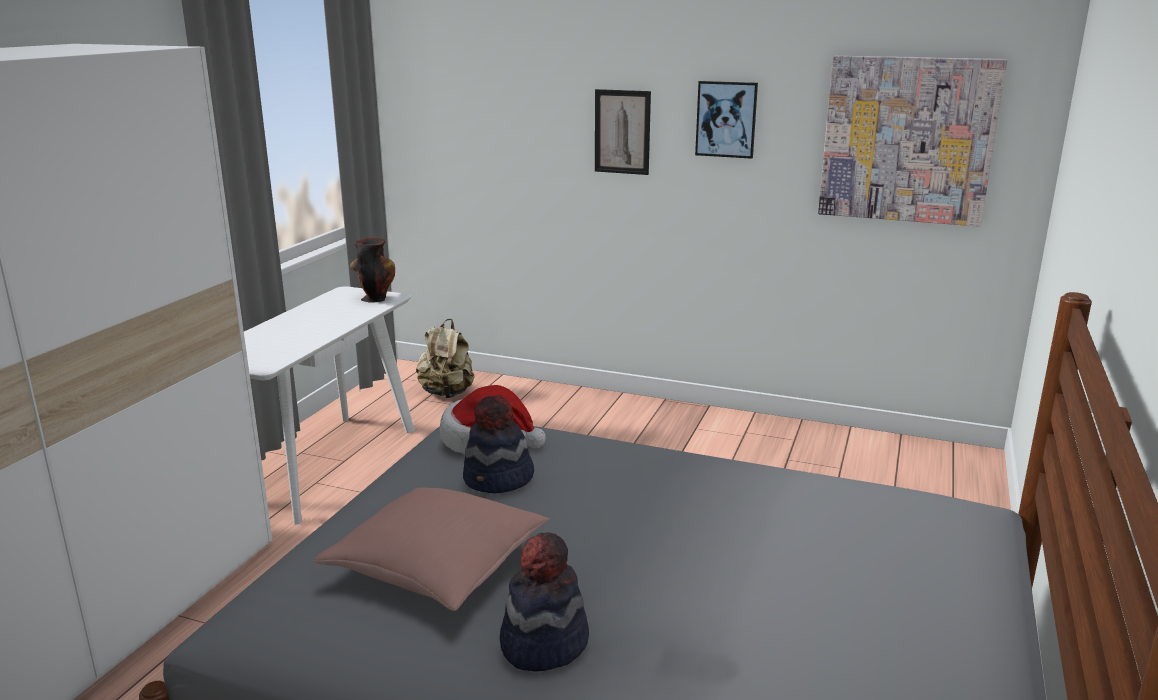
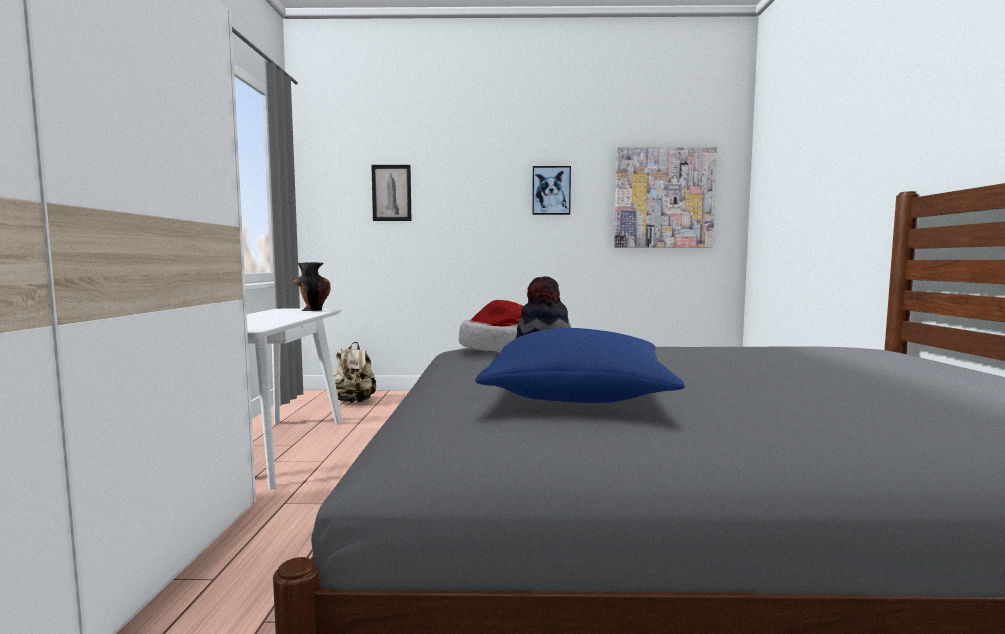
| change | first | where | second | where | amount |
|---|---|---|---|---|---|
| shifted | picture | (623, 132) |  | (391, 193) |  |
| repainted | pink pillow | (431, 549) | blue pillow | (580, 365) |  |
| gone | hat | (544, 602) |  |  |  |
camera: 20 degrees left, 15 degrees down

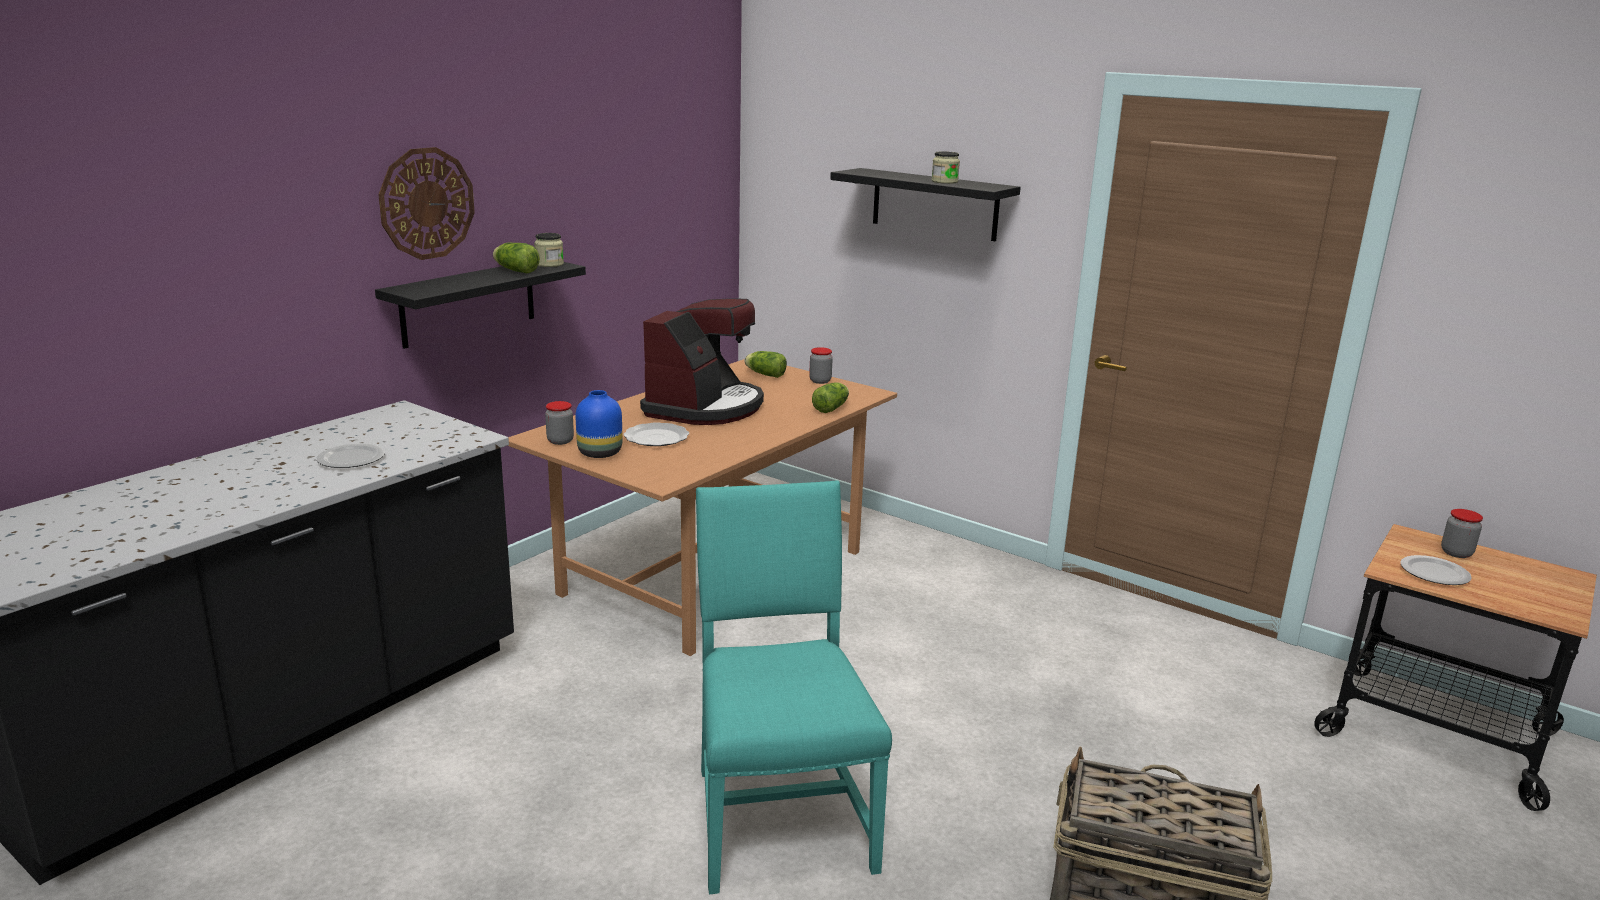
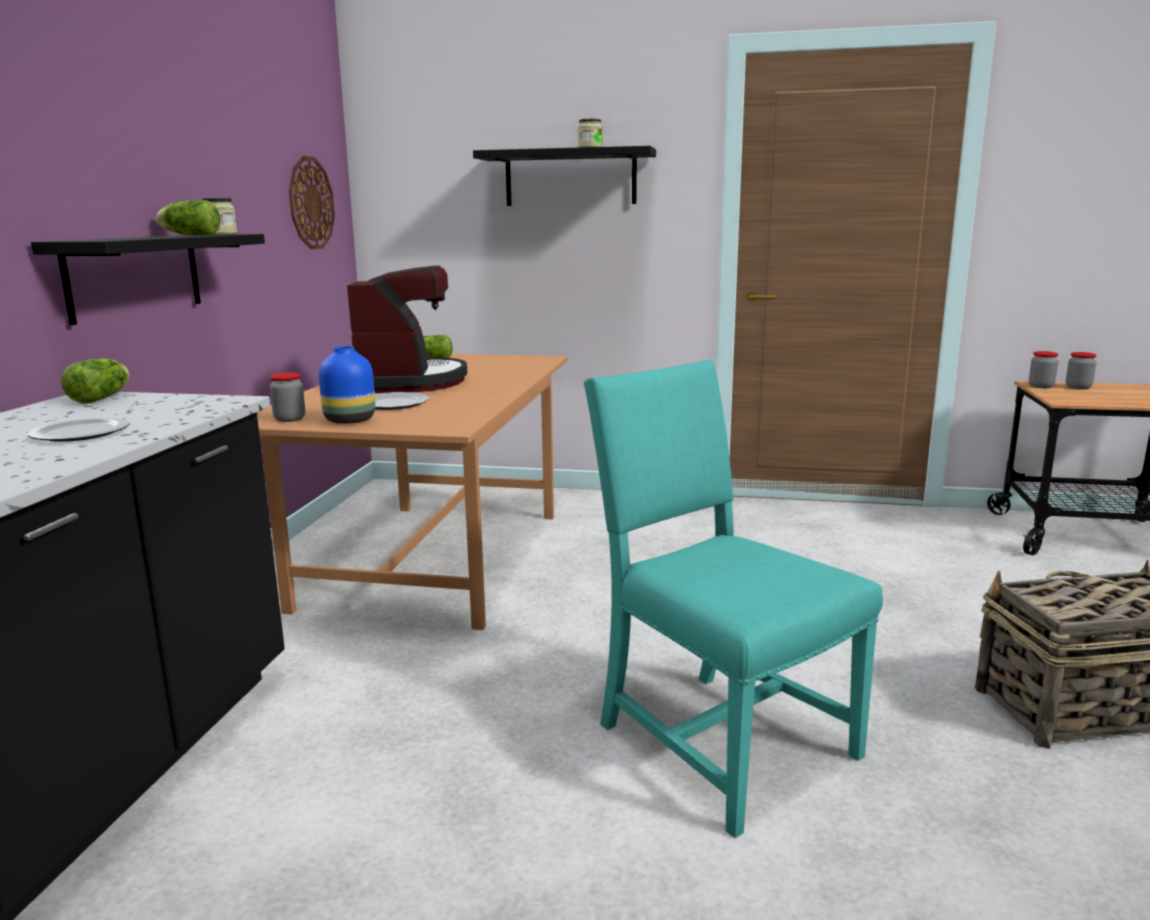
| change | first | where | second | where | amount |
|---|---|---|---|---|---|
| shifted | wall clock | (426, 203) |  | (312, 203) |  |
| shifted | jar | (821, 365) |  | (1044, 369) |  |
| shifted | lettuce | (830, 398) |  | (95, 381) |  |
| gone | plate | (1436, 570) |  |  |  |
camera: 25 degrees left, 5 degrees down

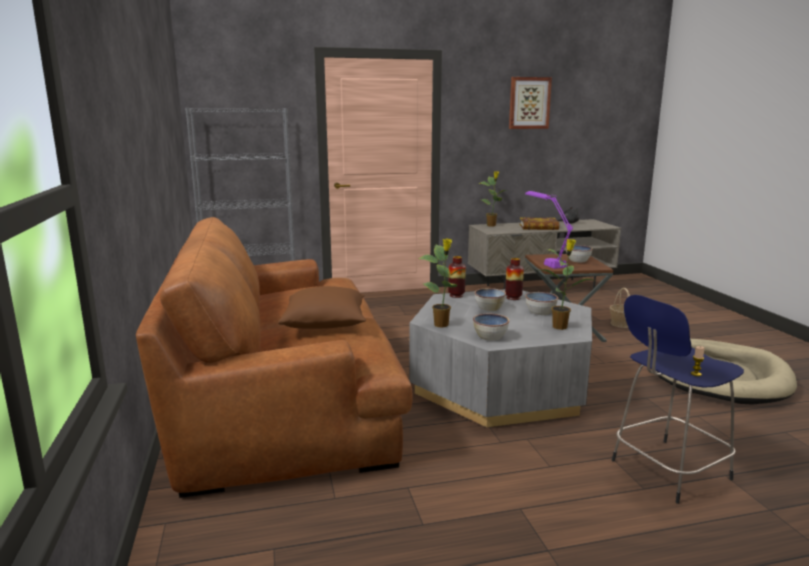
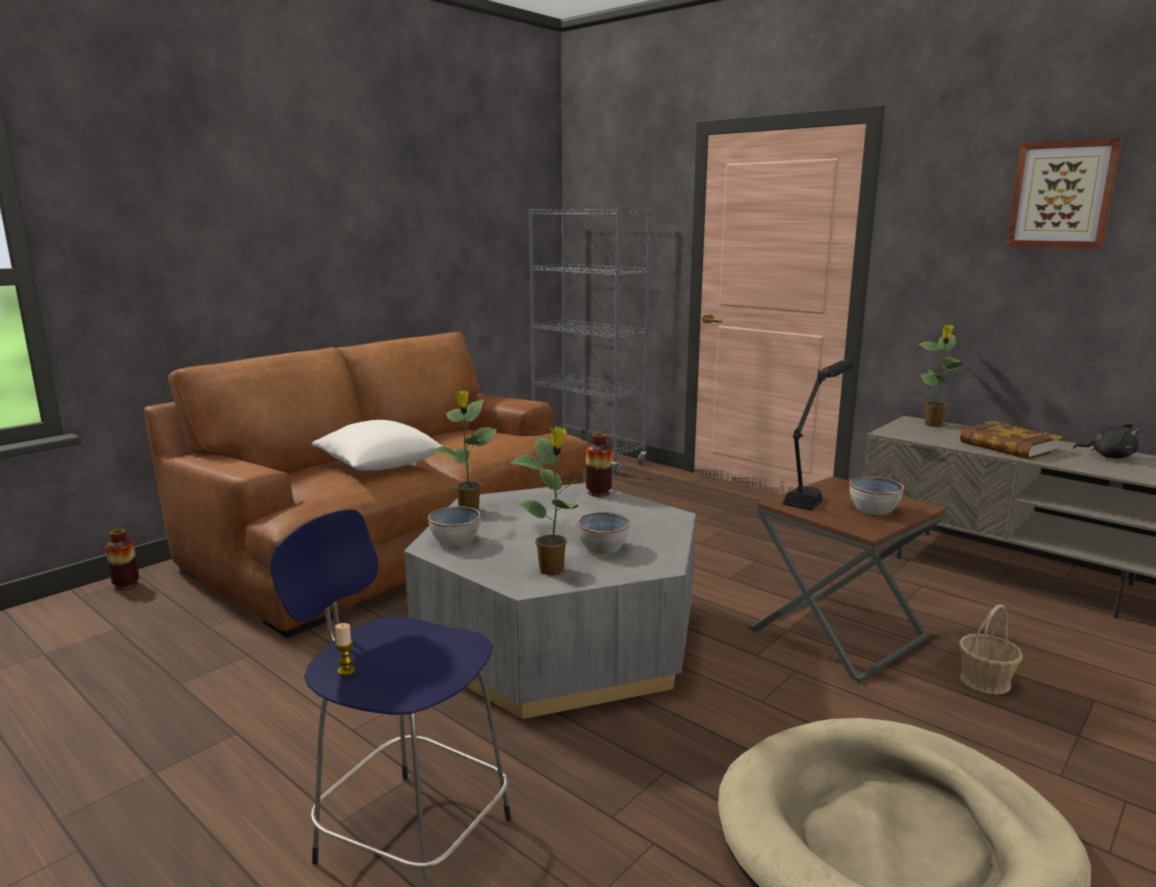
| change | first | where | second | where | amount |
|---|---|---|---|---|---|
| repainted | purple table lamp | (549, 230) | black table lamp | (818, 435) |  |
| shifted | vase | (514, 279) |  | (122, 559) |  |
| repainted | brown pillow | (322, 307) | white pillow | (376, 445) |  |
| gone | bowl | (490, 299) |  |  |  |
camera: 55 degrees right, 0 degrees up

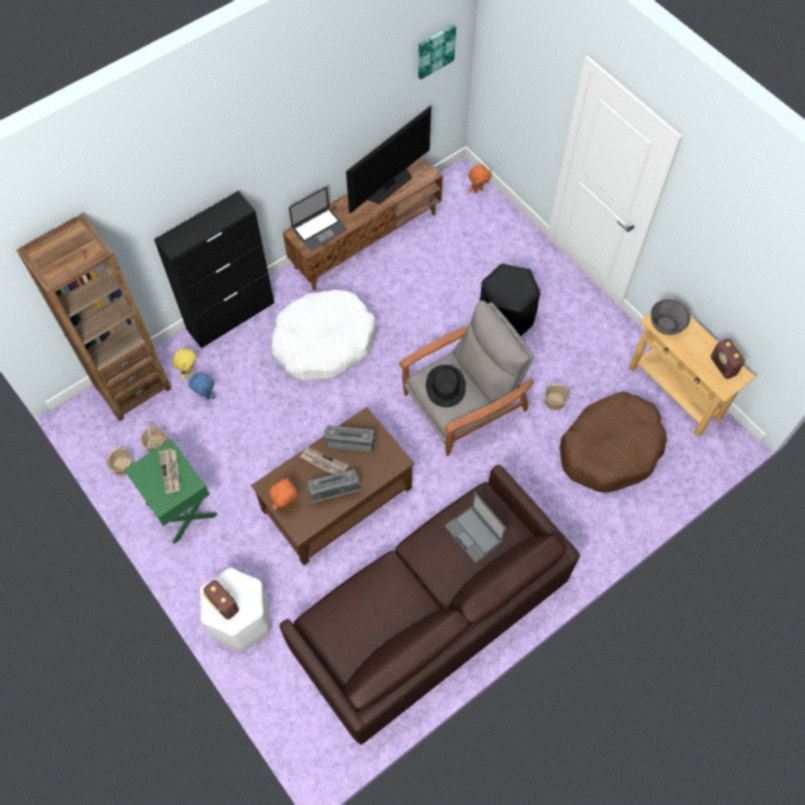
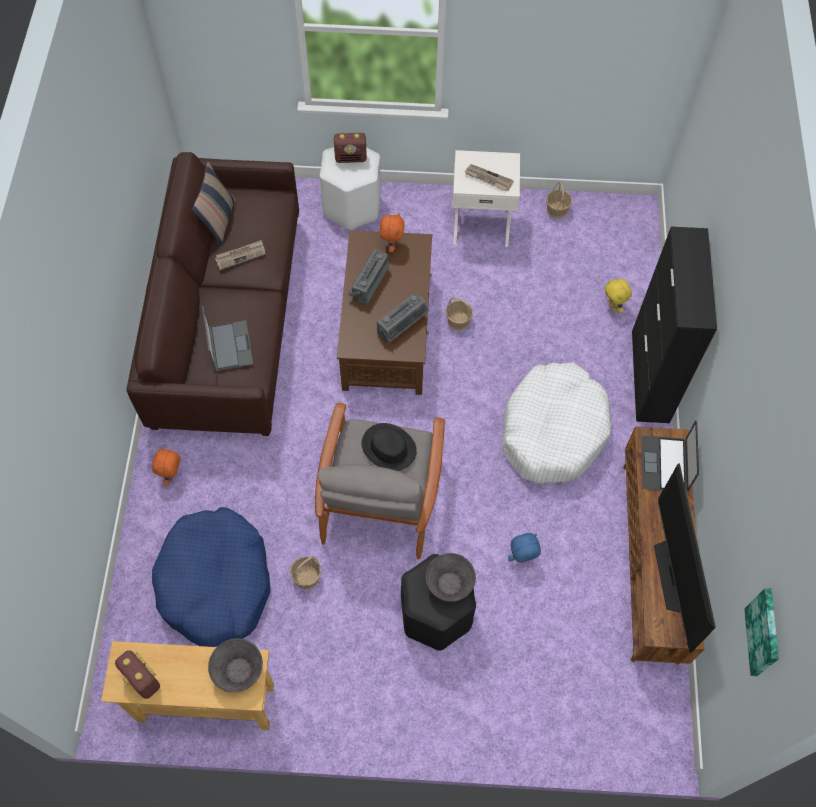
| change | first | where | second | where | amount |
|---|---|---|---|---|---|
| shifted | orange plush toy | (479, 179) |  | (166, 466) |  |
| gone | brown bookcase | (94, 317) |  |  |  |
| rotated | radio | (728, 358) |  | (137, 674) | 150 degrees counterclockwise |
| shifted | blue plush toy | (201, 386) |  | (524, 547) |  |
| repainted | brown dog bed | (613, 442) | blue dog bed | (211, 577) |  |
| shifted | basket | (154, 437) |  | (459, 314) |  |
| repainted | green nightstand | (171, 491) | white nightstand | (486, 198) |  |
| shifted | newspaper | (324, 460) |  | (240, 255) |  |
| rotated | laptop | (476, 527) |  | (227, 338) | 75 degrees clockwise |
| new |  |  | pillow | (214, 204) |  |
| new |  |  | grey bowl | (451, 577) |  |
camera: 130 degrees right, 0 degrees up

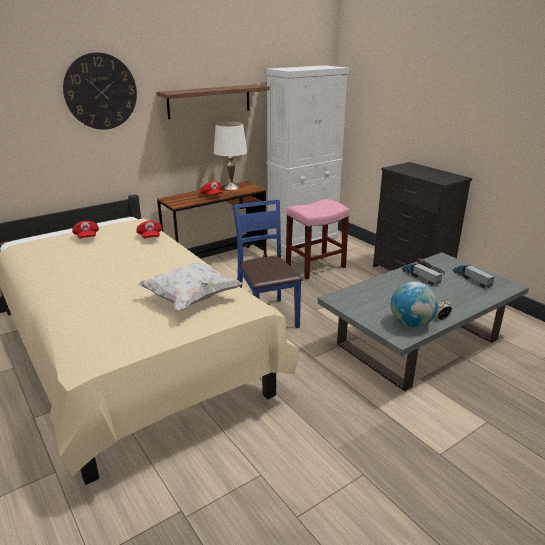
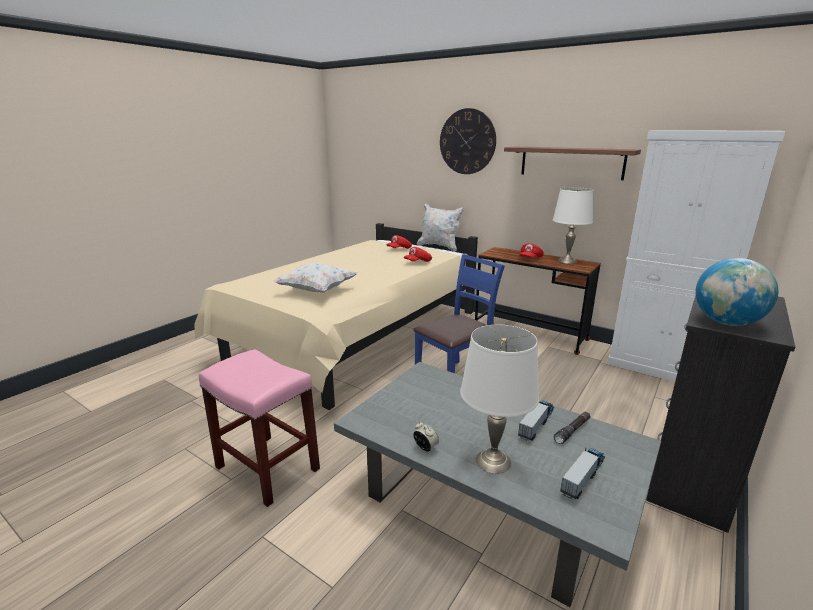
| change | first | where | second | where | amount |
|---|---|---|---|---|---|
| shifted | pink stool | (318, 239) |  | (259, 428) |  |
| shifted | globe | (414, 304) |  | (736, 292) |  |
| new |  |  | white pillow | (440, 228) |  |
| new |  |  | white table lamp | (499, 399) |  |
camera: 70 degrees right, 5 degrees down

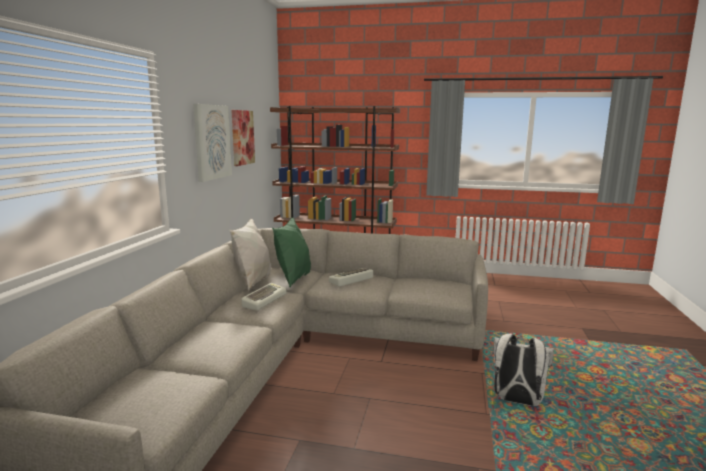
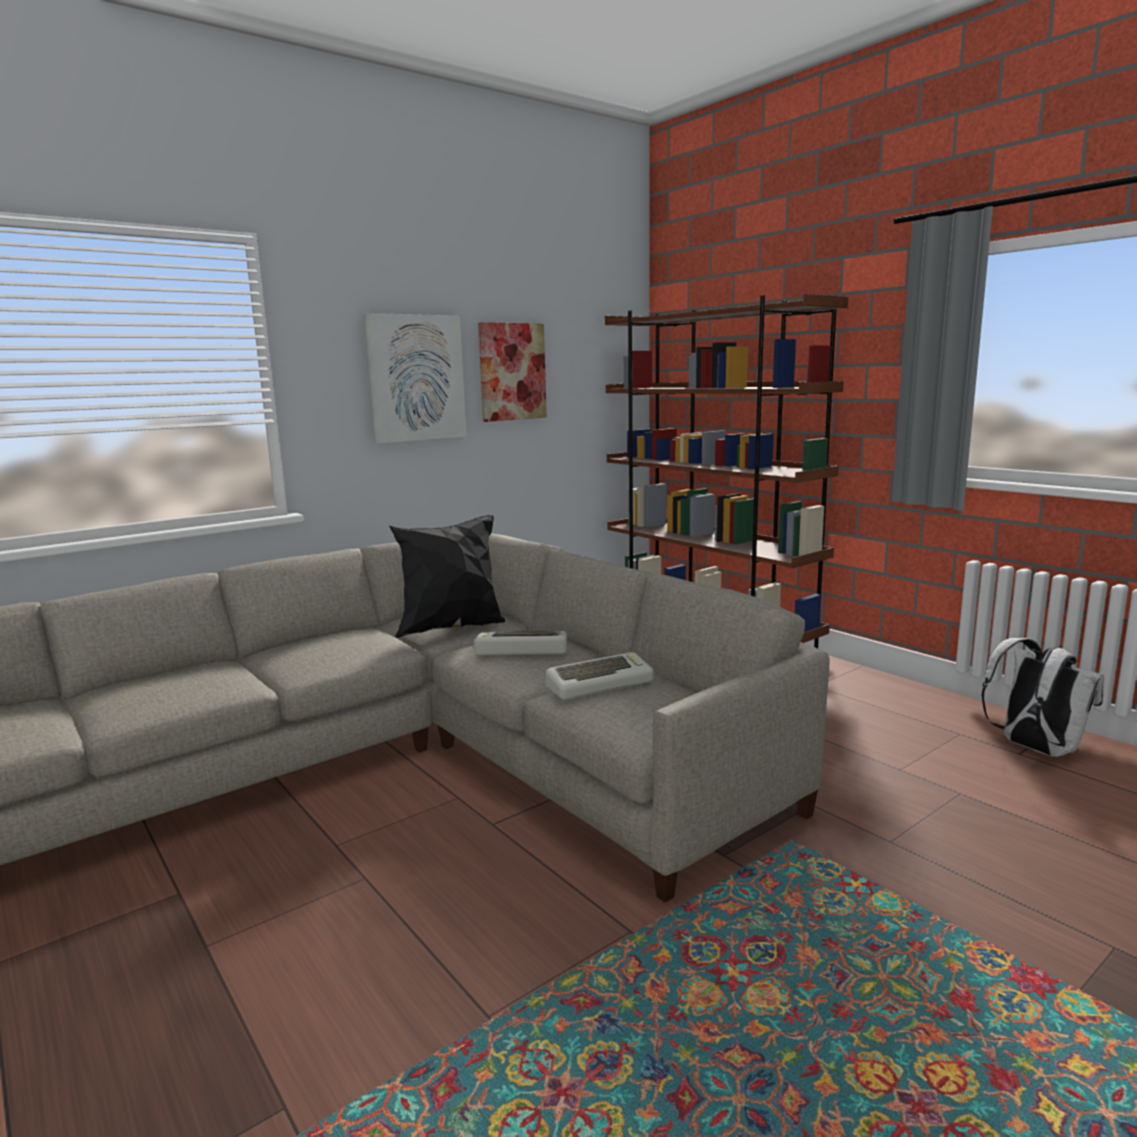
| change | first | where | second | where | amount |
|---|---|---|---|---|---|
| repainted | green pillow | (291, 252) | black pillow | (447, 576) |  |
| gone | white pillow | (250, 254) |  |  |  |
| shifted | keyboard | (264, 296) |  | (600, 676) |  |
| shifted | white backpack | (523, 370) |  | (1042, 697) |  |
camera: 40 degrees right, 0 degrees up

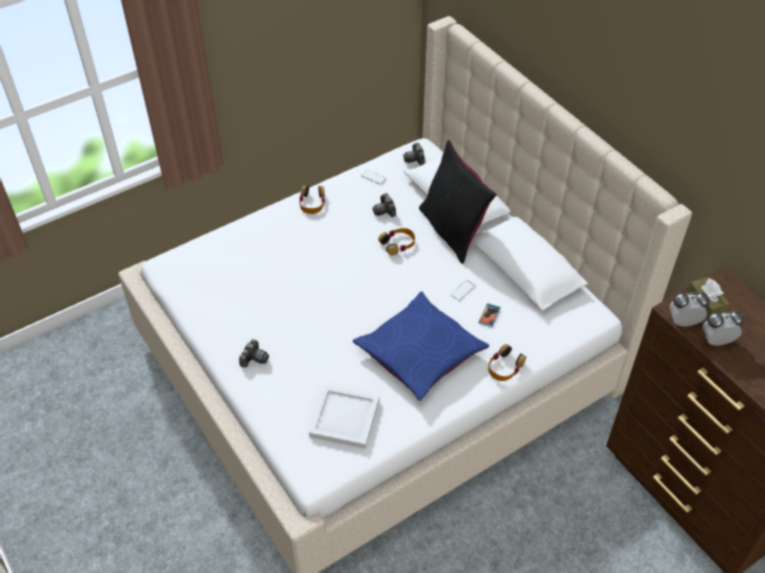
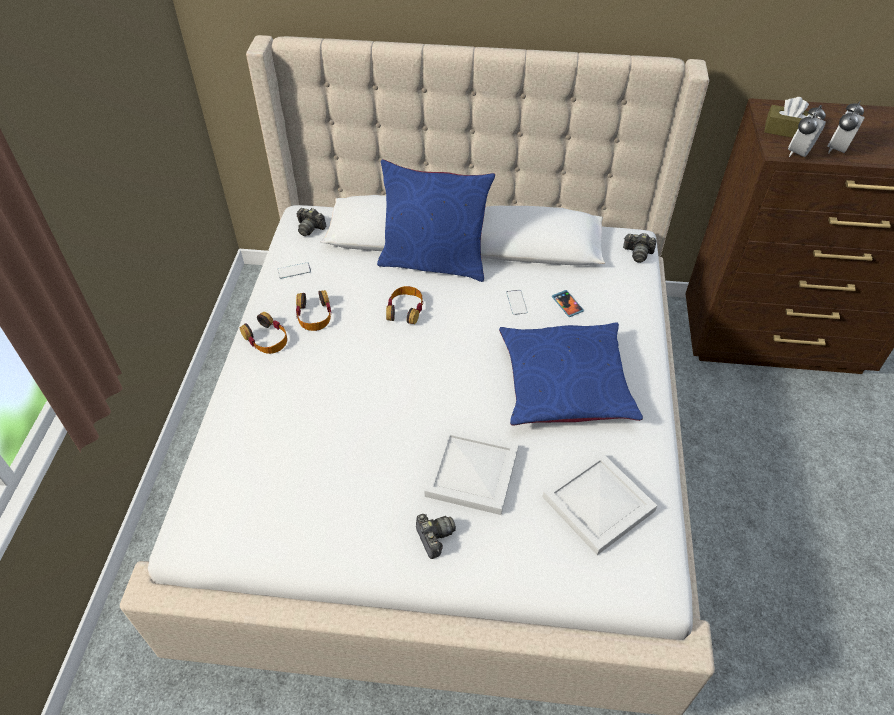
| change | first | where | second | where | amount |
|---|---|---|---|---|---|
| repainted | black pillow | (458, 202) | blue pillow | (436, 220) |  |
| shifted | photo camera | (384, 205) |  | (639, 248) |  |
| shifted | headphones | (507, 362) |  | (313, 310) |  |
| new |  |  | white tray | (472, 471) |  |
camera: 50 degrees left, 0 degrees up

